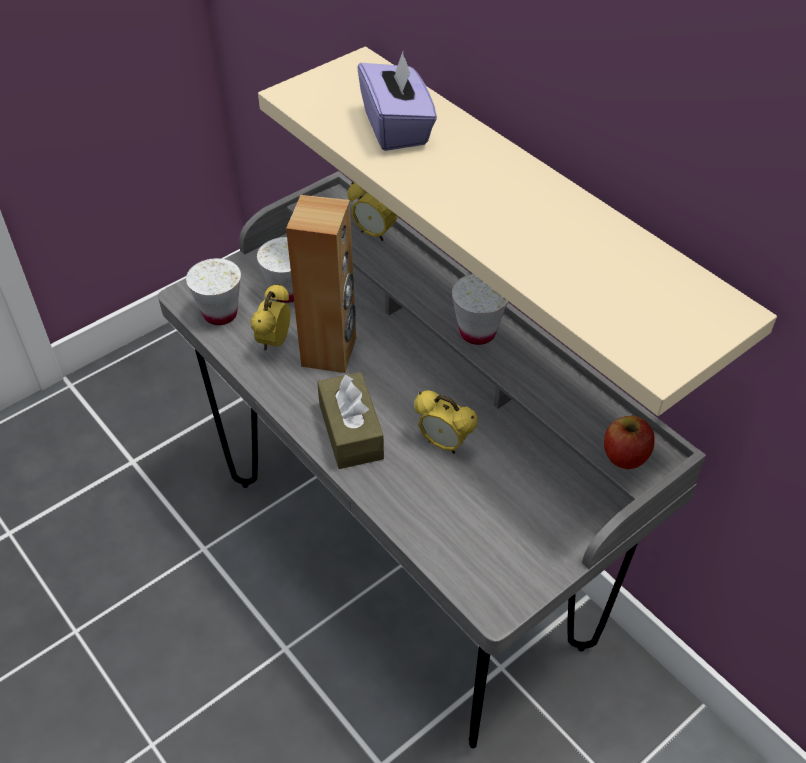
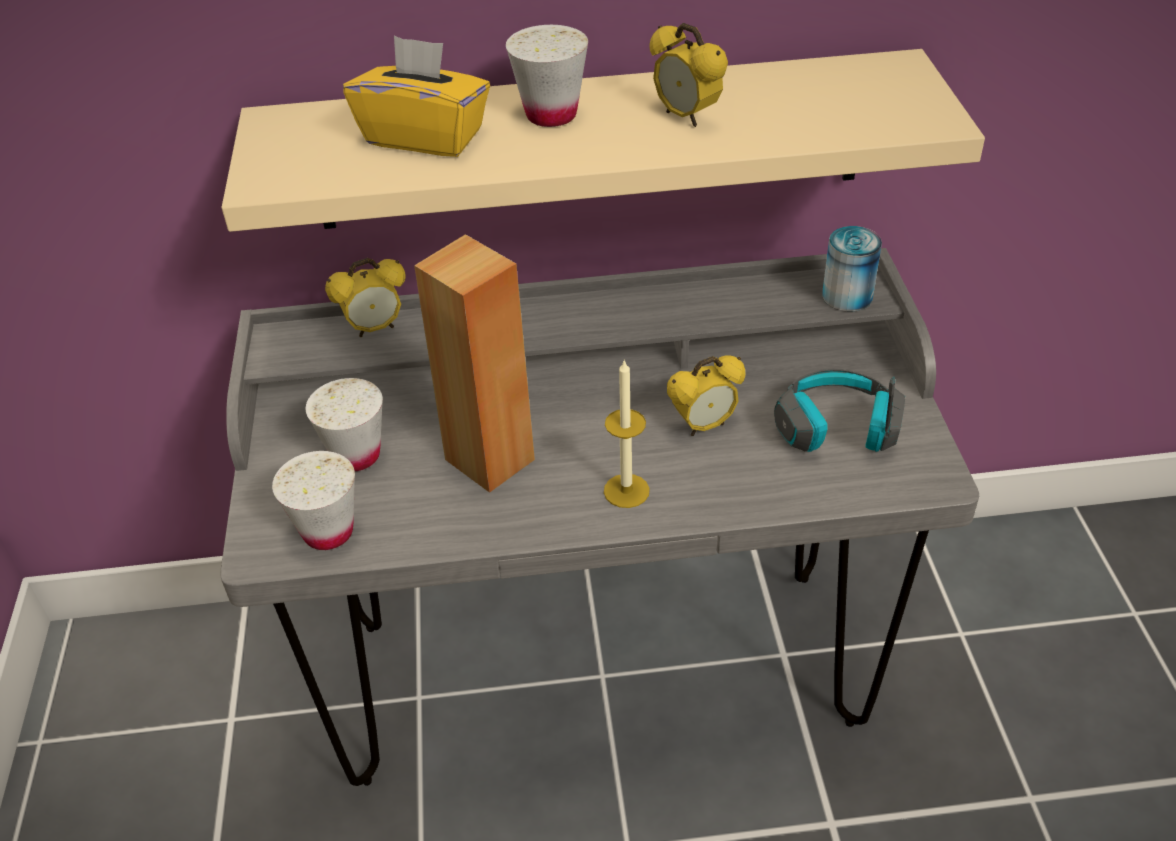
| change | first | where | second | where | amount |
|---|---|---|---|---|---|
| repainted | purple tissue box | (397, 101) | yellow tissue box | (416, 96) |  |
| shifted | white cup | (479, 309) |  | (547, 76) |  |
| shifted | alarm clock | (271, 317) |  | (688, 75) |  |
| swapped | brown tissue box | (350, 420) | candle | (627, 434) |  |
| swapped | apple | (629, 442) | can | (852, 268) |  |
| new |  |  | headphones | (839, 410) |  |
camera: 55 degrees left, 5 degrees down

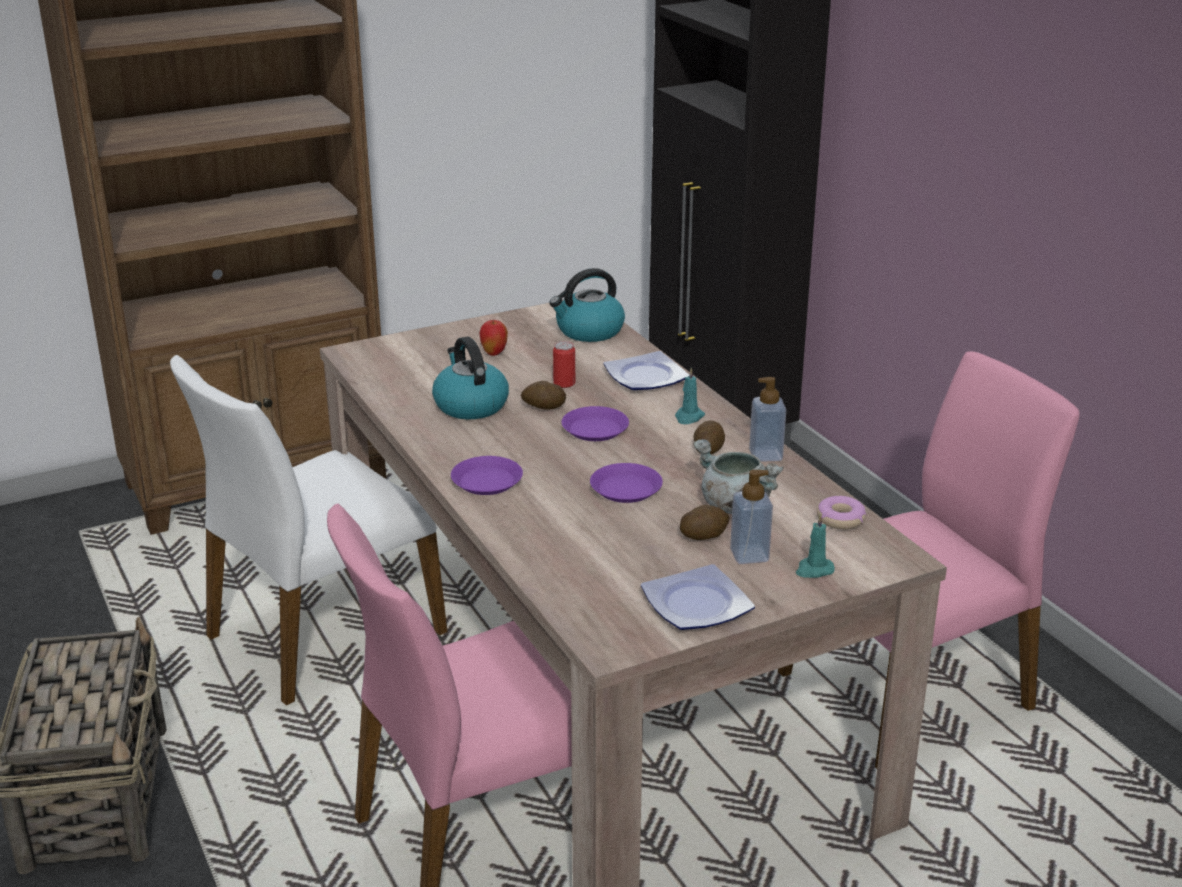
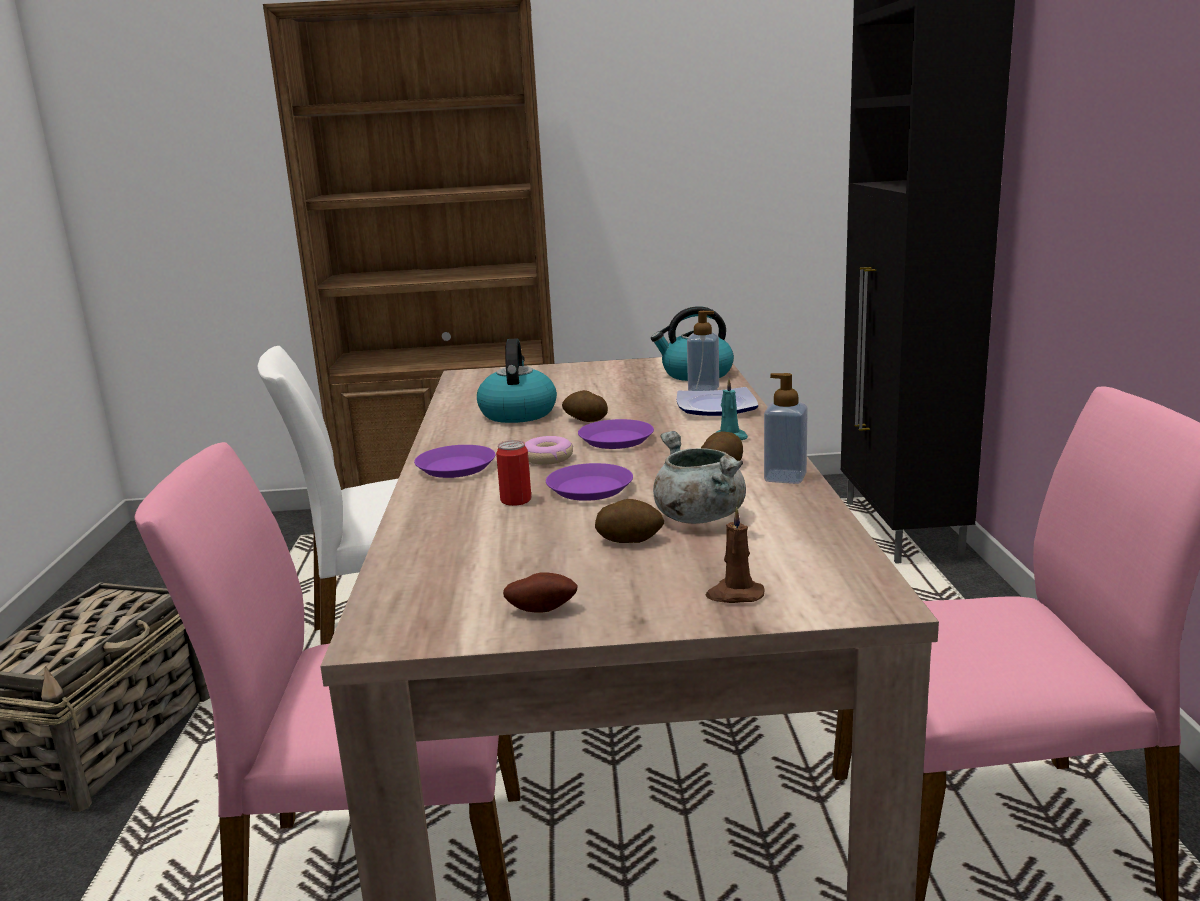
| change | first | where | second | where | amount |
|---|---|---|---|---|---|
| gone | apple | (494, 338) |  |  |  |
| shifted | can | (564, 364) |  | (513, 473) |  |
| shifted | soap dispenser | (751, 517) |  | (703, 351) |  |
| shifted | donut | (841, 512) |  | (549, 450) |  |
| repainted | turquoise candle | (815, 545) | brown candle | (735, 554) |  |
| swapped | plate | (698, 597) | potato | (540, 592) |  |
camera: 25 degrees right, 10 degrees down

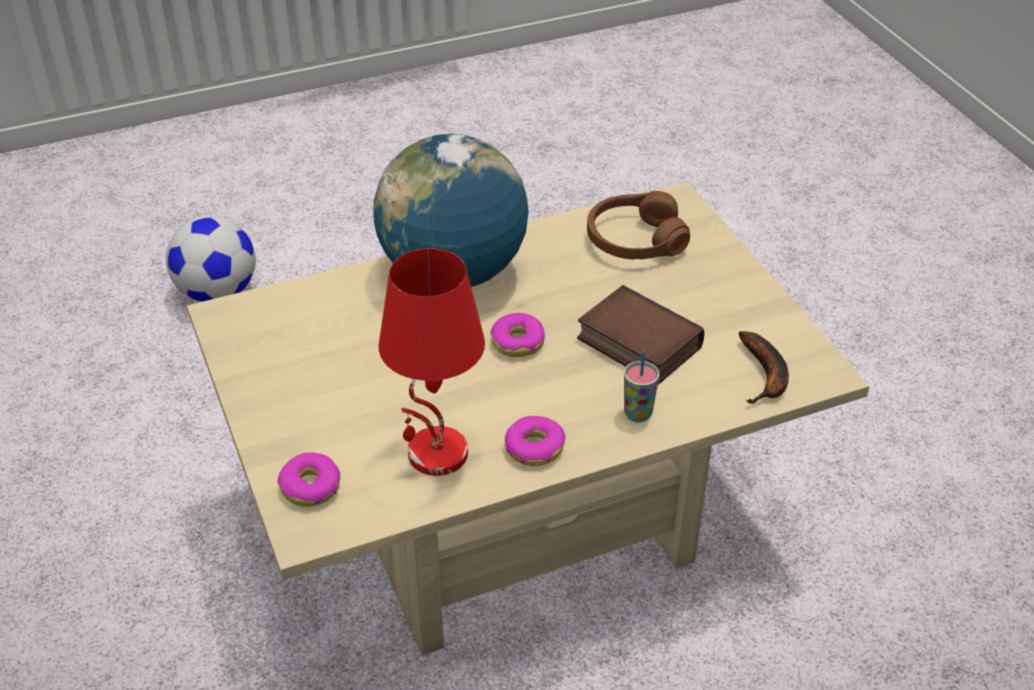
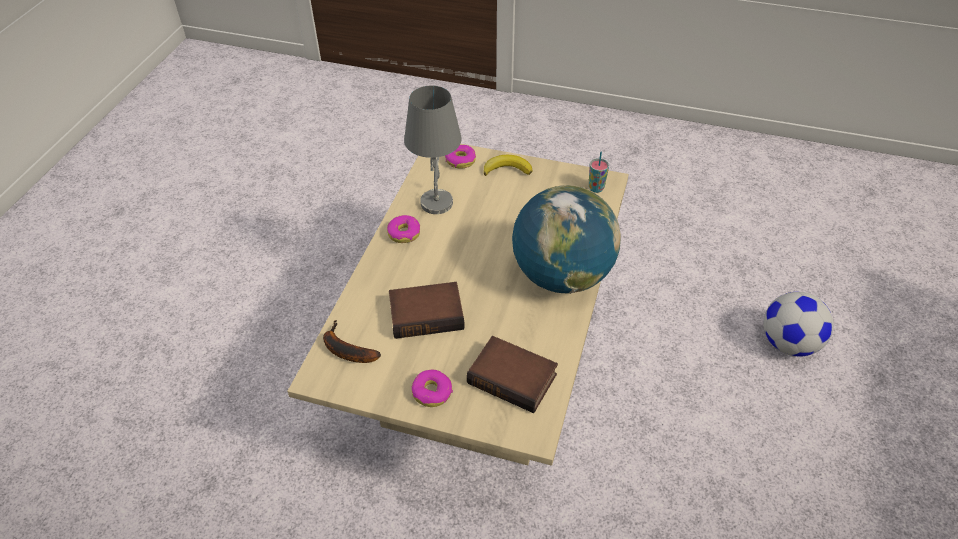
| change | first | where | second | where | amount |
|---|---|---|---|---|---|
| swapped | brown headphones | (638, 225) | book | (512, 374) |  |
| repainted | red table lamp | (432, 362) | grey table lamp | (433, 149) |  |
| shifted | donut | (517, 335) |  | (432, 388) |  |
| shifted | cup | (641, 386) |  | (599, 172) |  |
| new |  |  | banana | (508, 165) |  |
camera: 130 degrees right, 5 degrees up

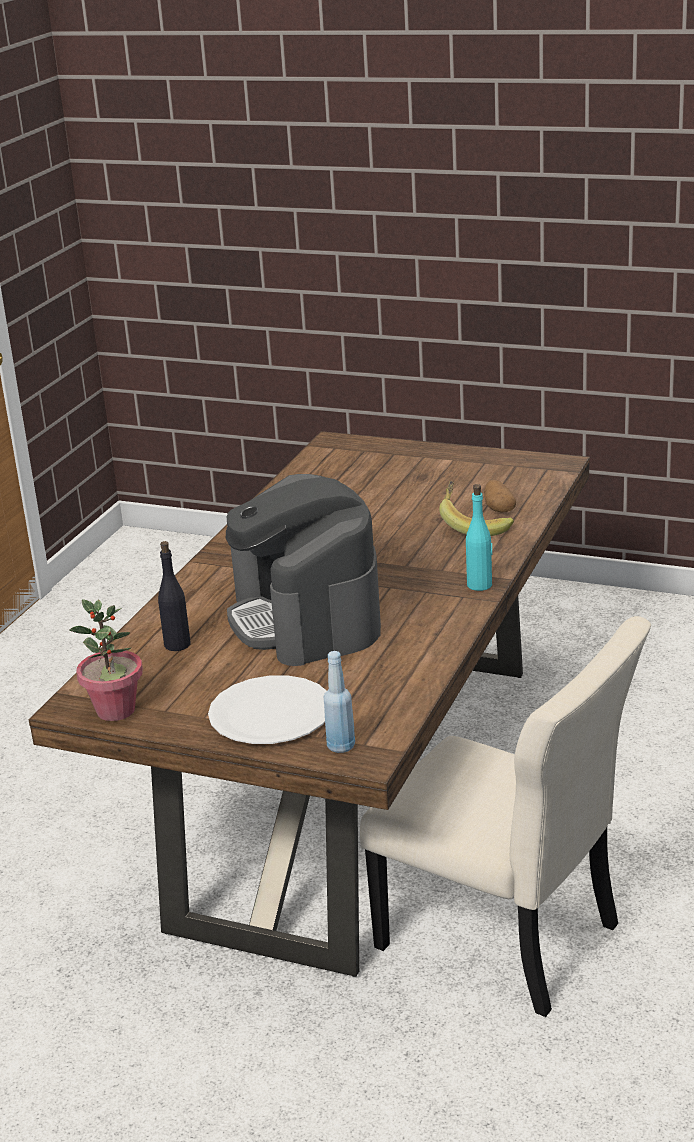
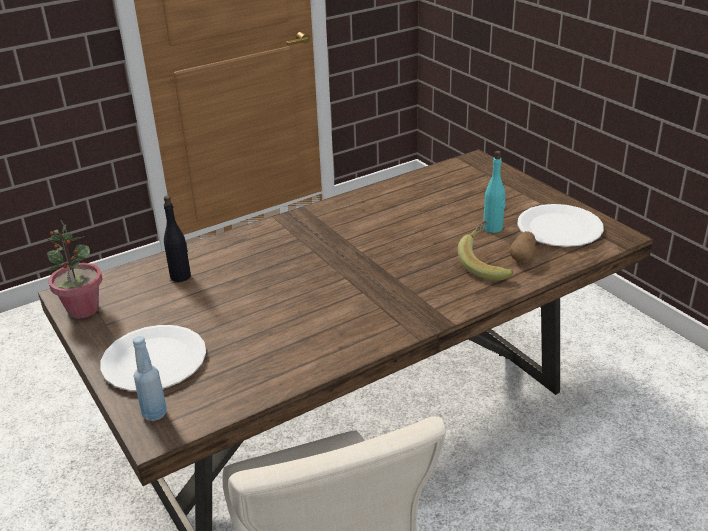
| change | first | where | second | where | amount |
|---|---|---|---|---|---|
| gone | coffee machine | (303, 570) |  |  |  |
| shifted | turquoise bottle | (479, 537) |  | (494, 192) |  |
| new |  |  | white plate | (560, 225) |  |
camera: 35 degrees right, 5 degrees up

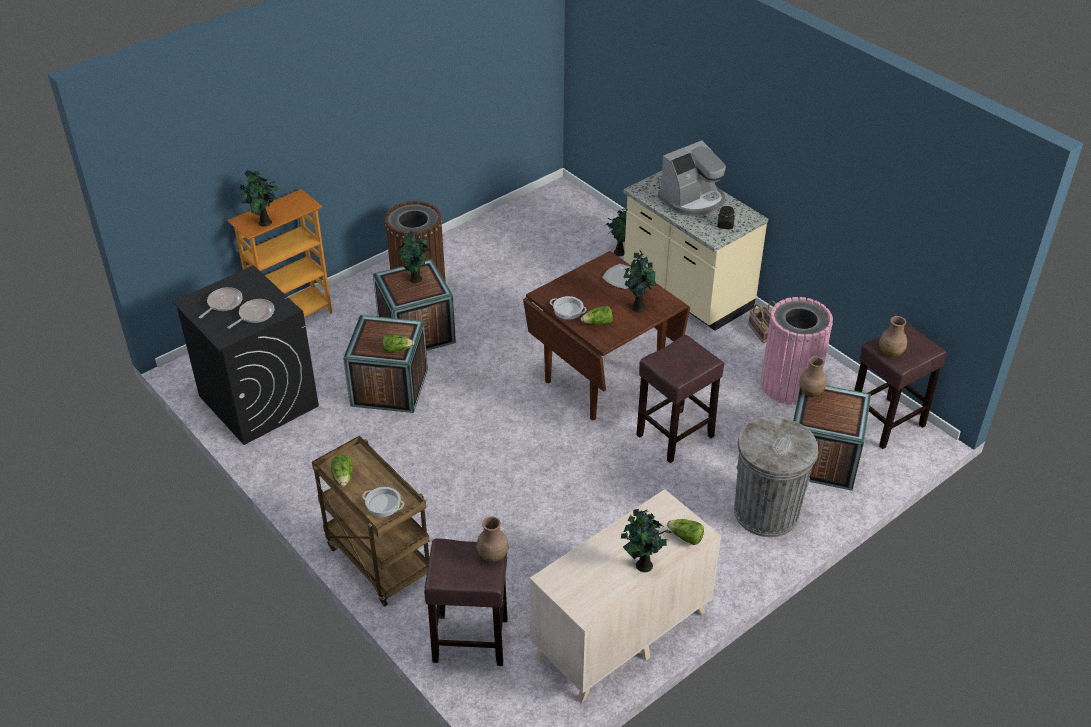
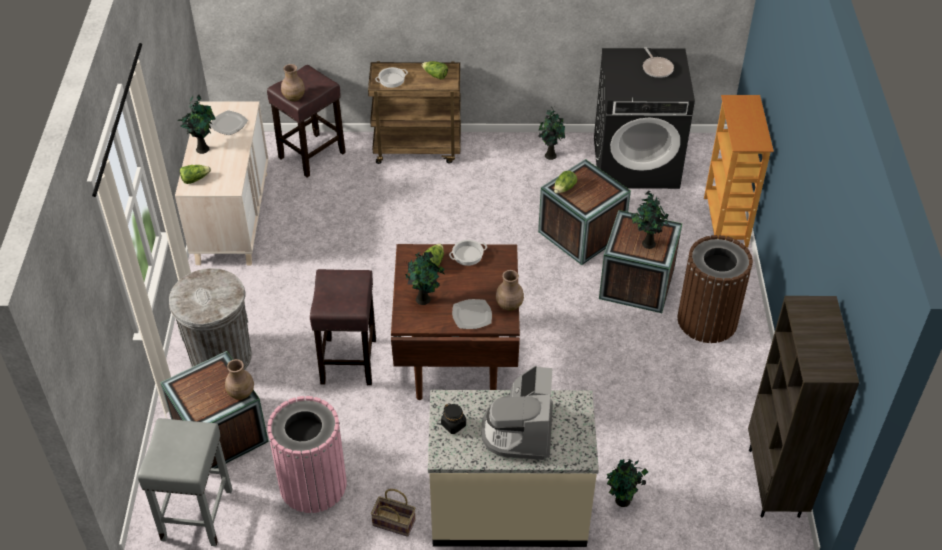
| change | first | where | second | where | amount |
|---|---|---|---|---|---|
| shifted | potted plant | (259, 198) |  | (551, 133) |  |
| gone | frying pan | (250, 314) |  |  |  |
| shifted | brown vase | (893, 337) |  | (510, 290) |  |
| repainted | brown stool | (900, 386) | grey stool | (185, 482) |  |
| new |  |  | plate | (229, 122) |  |
| new |  |  | brown bookcase | (803, 407) |  |
camera: 130 degrees right, 5 degrees up

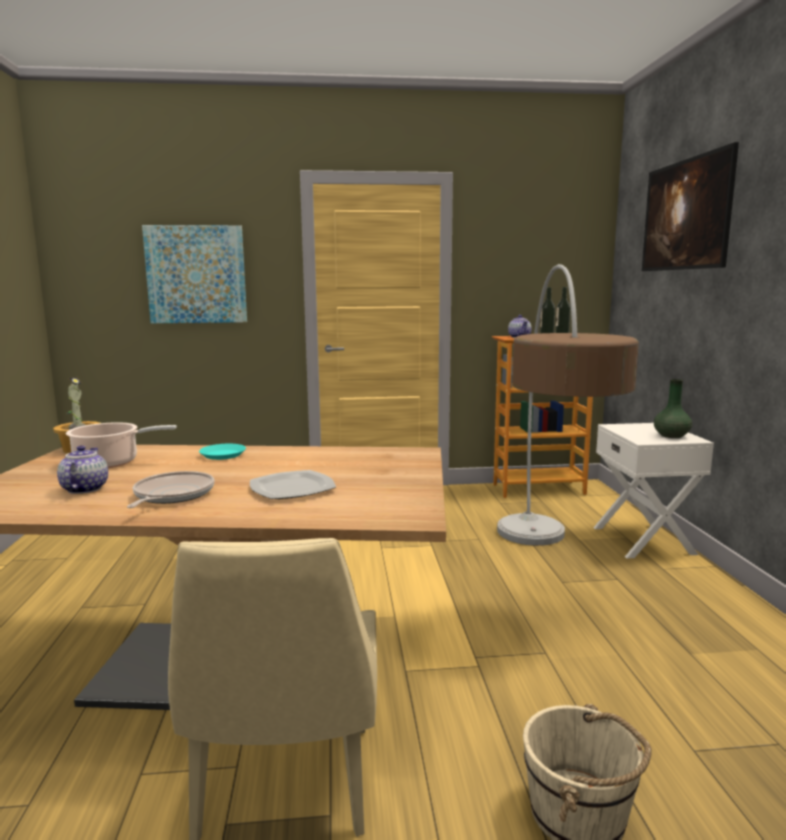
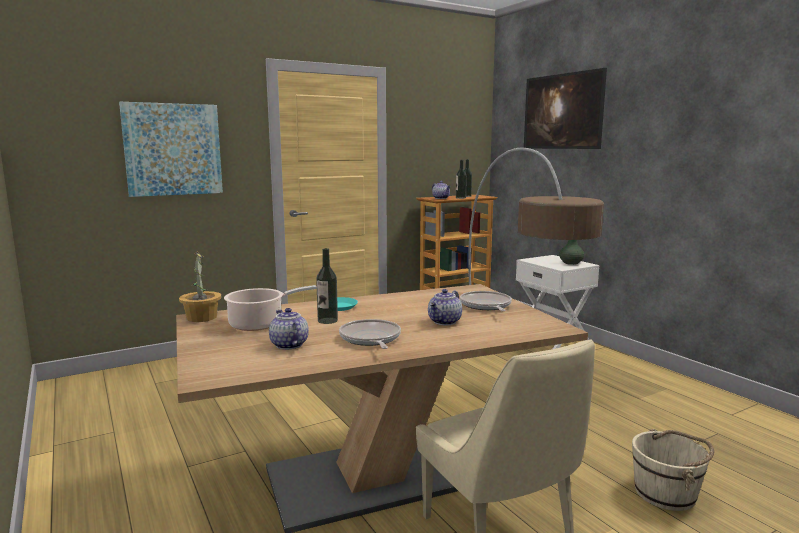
| change | first | where | second | where | amount |
|---|---|---|---|---|---|
| swapped | plate | (293, 484) | teapot | (445, 307) |  |
| new |  |  | bottle | (327, 286) |  |
| new |  |  | frying pan | (486, 301) |  |
camera: 25 degrees left, 0 degrees up

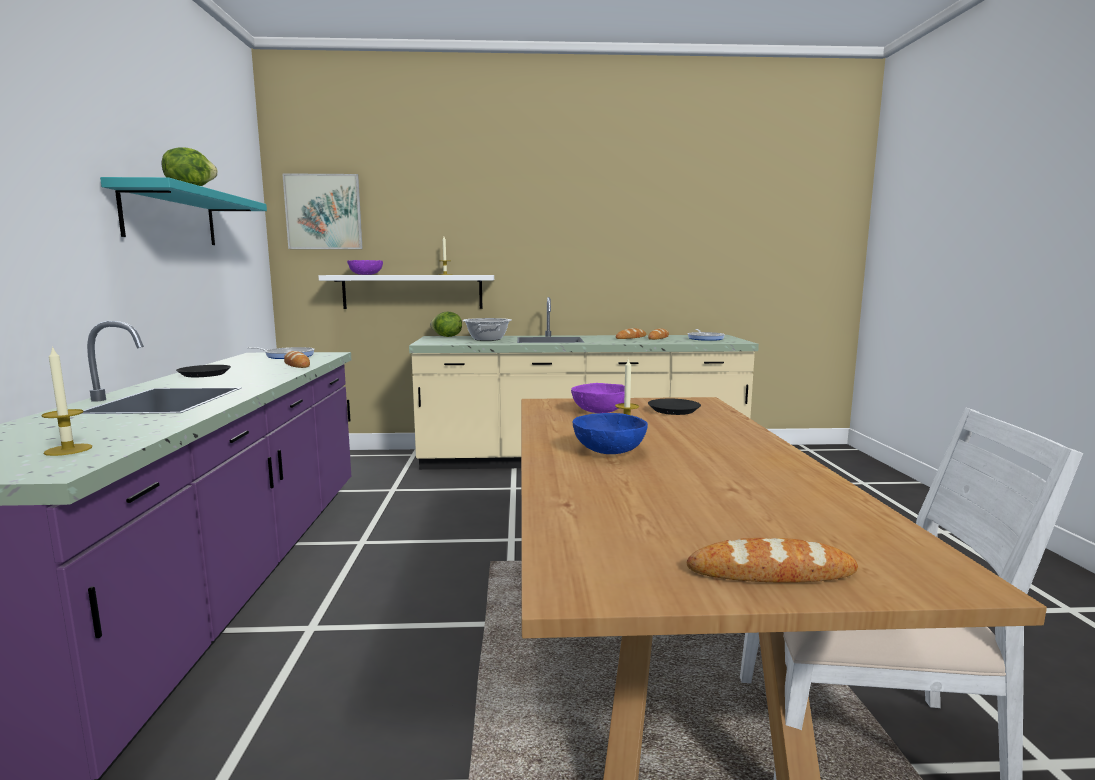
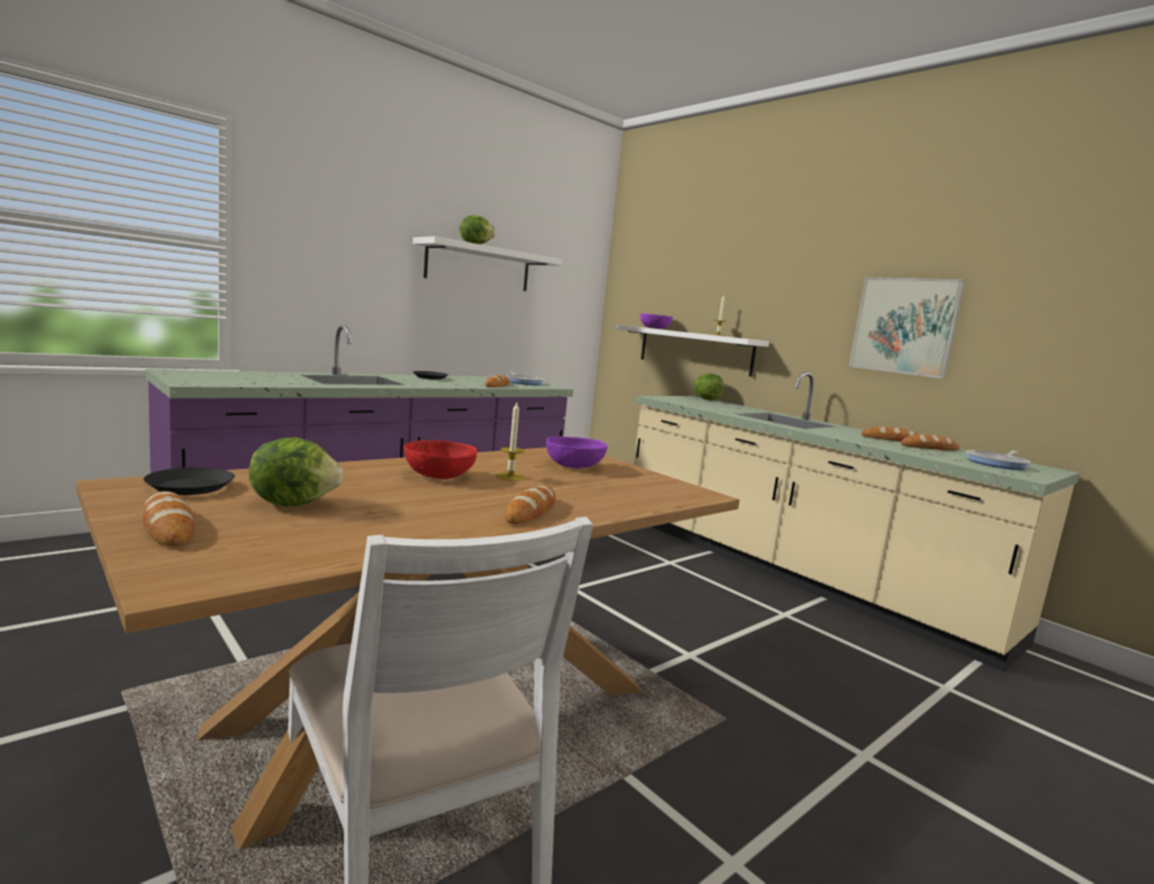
| change | first | where | second | where | amount |
|---|---|---|---|---|---|
| shifted | picture | (322, 211) |  | (907, 328) |  |
| repainted | turquoise shelf | (183, 211) | white shelf | (488, 263) |  |
| gone | cooking pot | (487, 329) |  |  |  |
| gone | candle | (66, 401) |  |  |  |
| shifted | black plate | (674, 407) |  | (189, 481) |  |
| repainted | blue bowl | (610, 433) | red bowl | (440, 459) |  |
| new |  |  | lettuce | (296, 471) |  |
| new |  |  | bread | (530, 504) |  |
camera: 50 degrees right, 0 degrees up

